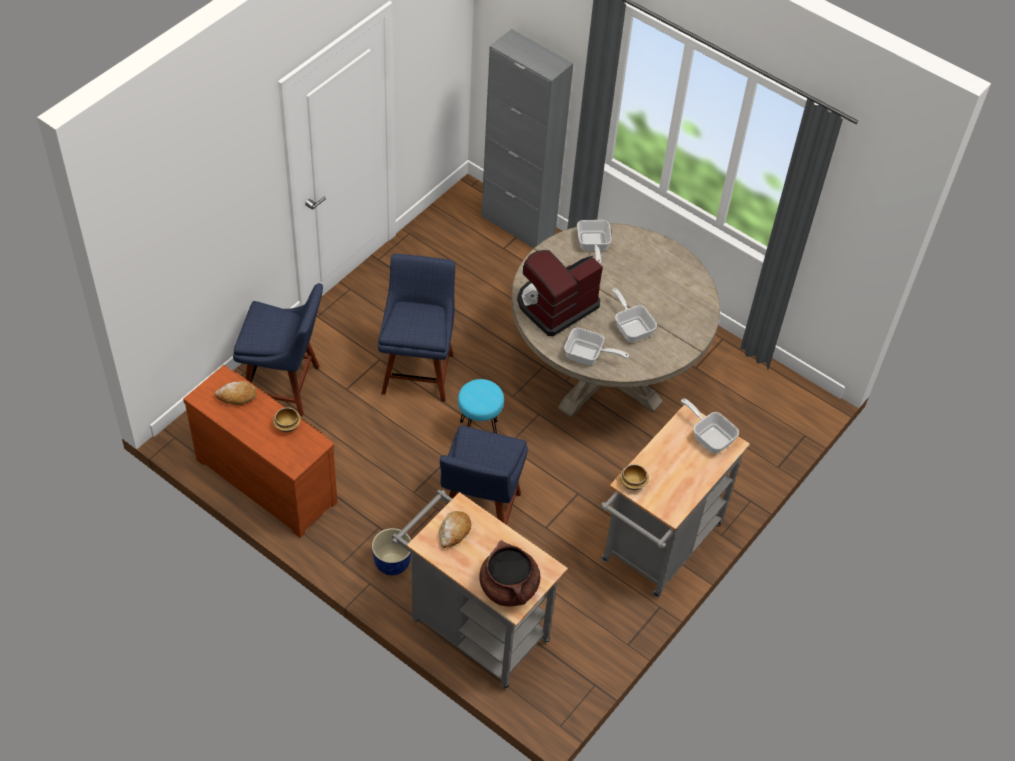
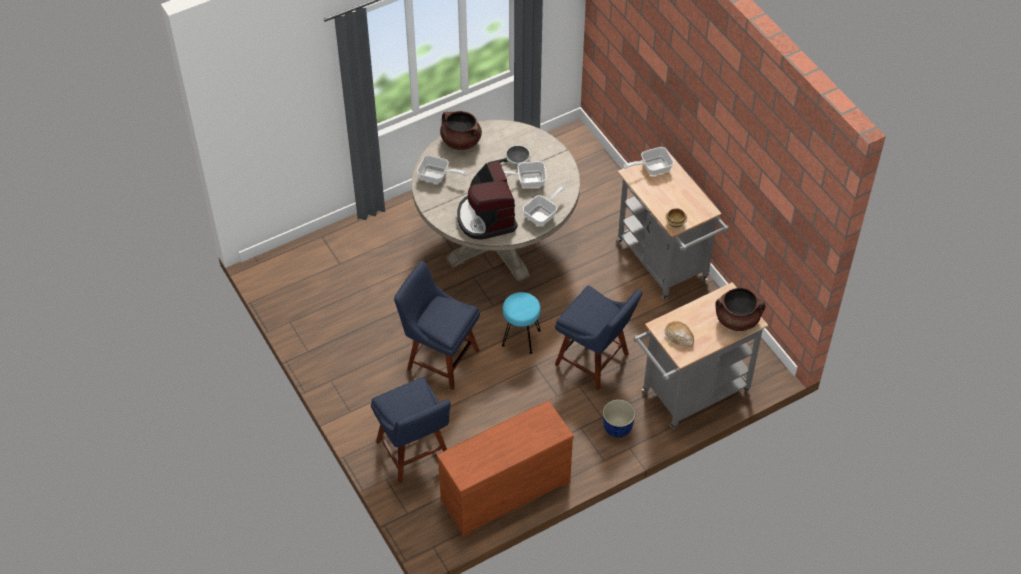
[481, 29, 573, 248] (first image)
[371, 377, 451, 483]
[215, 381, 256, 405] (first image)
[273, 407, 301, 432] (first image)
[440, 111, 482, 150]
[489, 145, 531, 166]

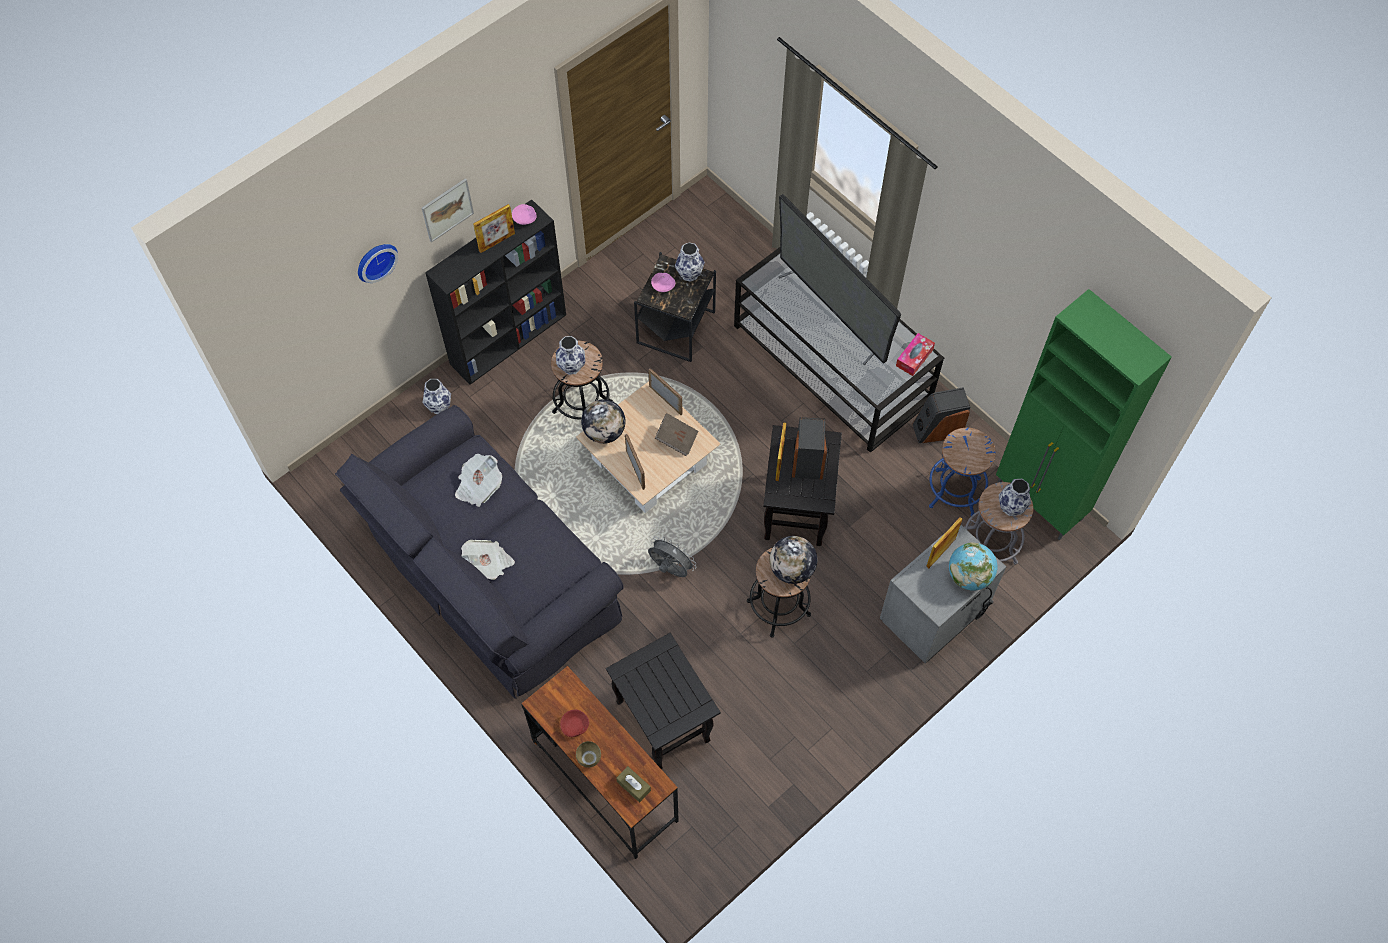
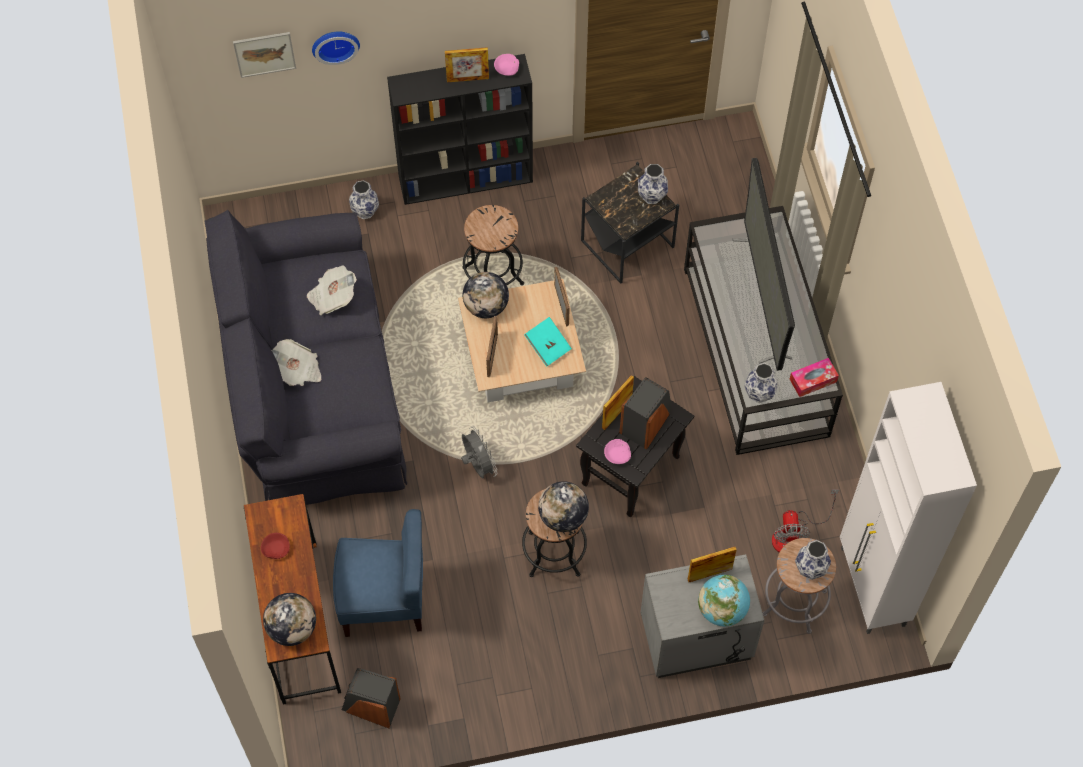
[233, 32, 296, 78]
[604, 439, 631, 464]
[840, 382, 977, 634]
[744, 363, 778, 403]
[342, 668, 401, 729]
[524, 317, 572, 367]
[772, 489, 839, 553]
[333, 509, 423, 637]
[576, 741, 601, 768] (first image)
[263, 593, 316, 646]

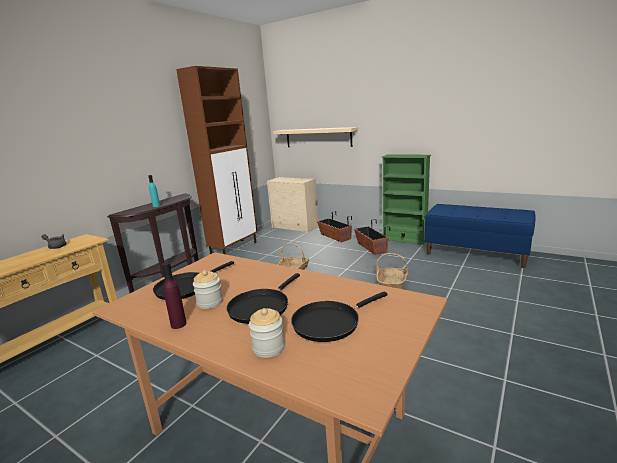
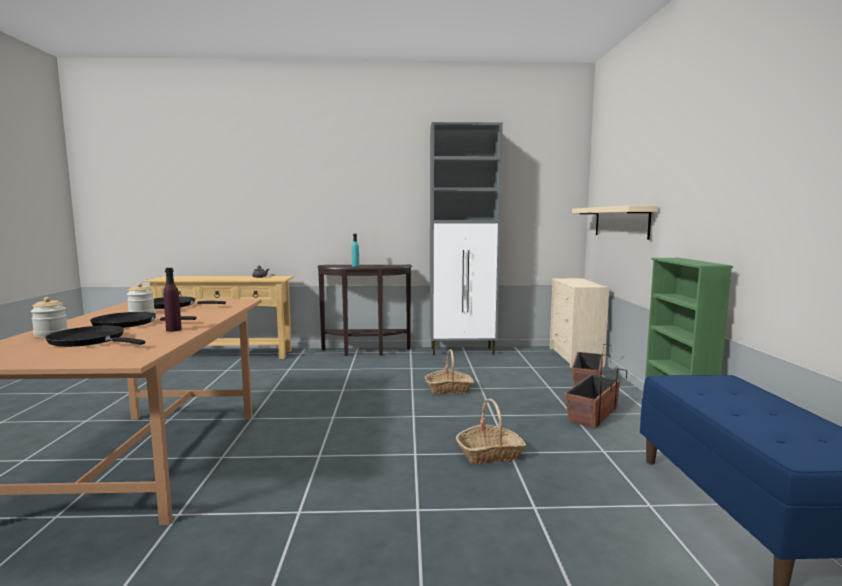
[430, 122, 503, 355]
[163, 268, 182, 332]

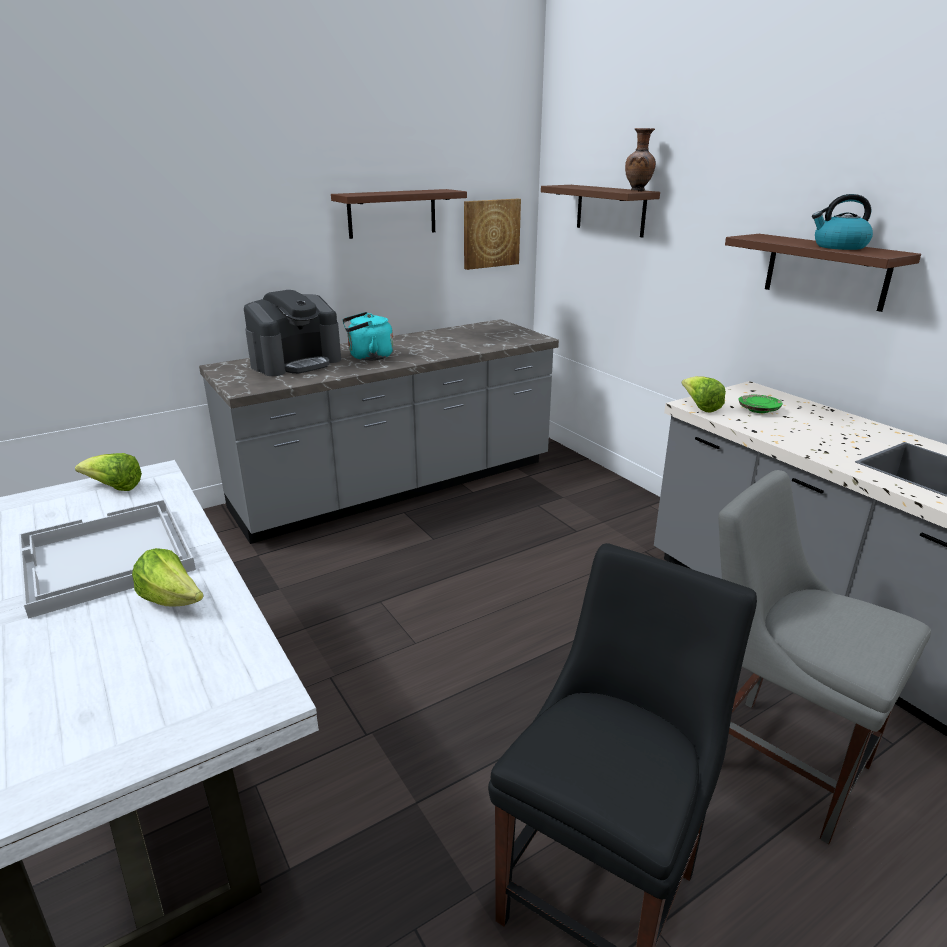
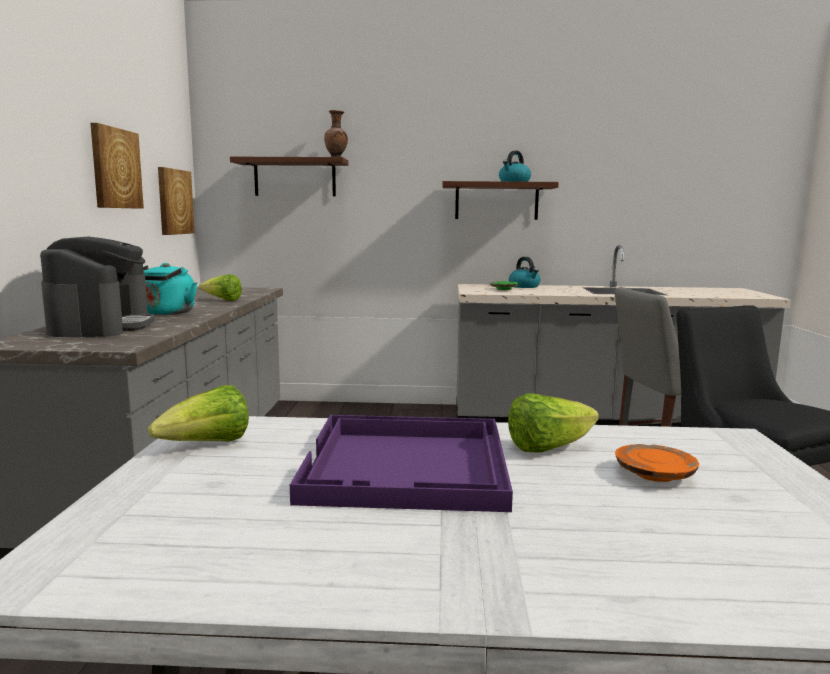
[91, 123, 144, 209]
[199, 274, 242, 301]
[290, 415, 513, 512]
[509, 257, 541, 288]
[615, 444, 699, 482]

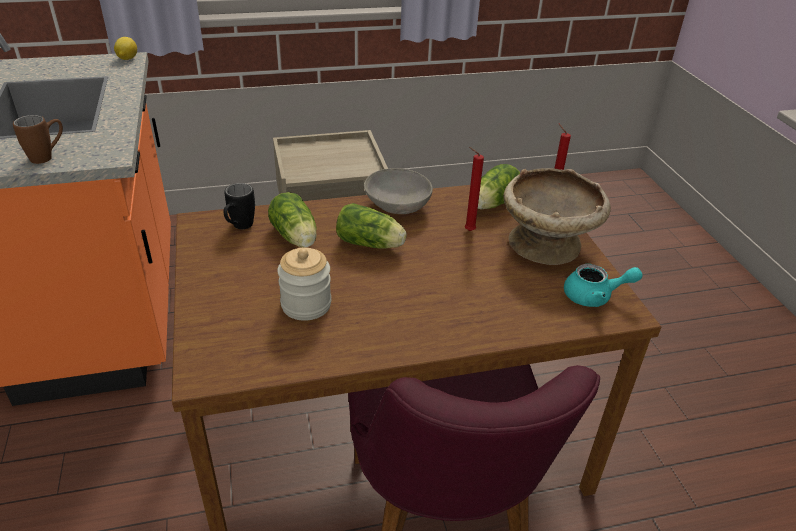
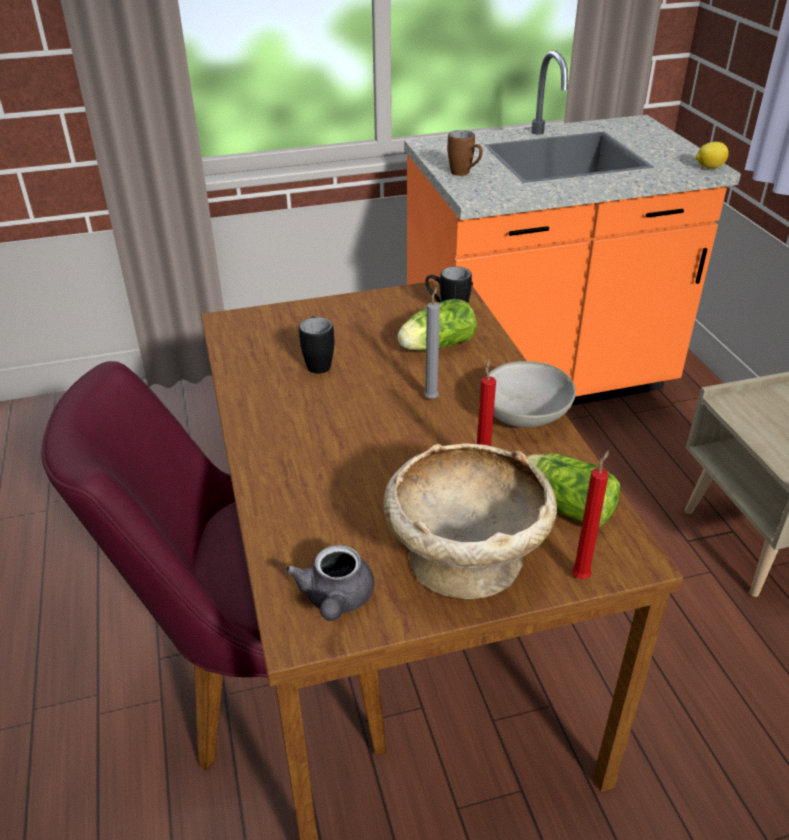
[424, 287, 440, 399]
[299, 316, 334, 374]
[285, 545, 374, 621]

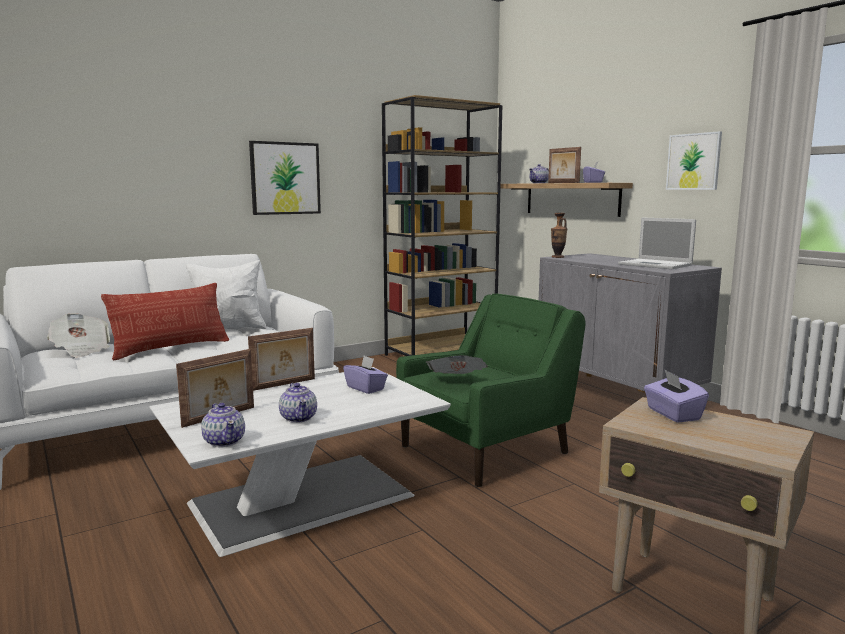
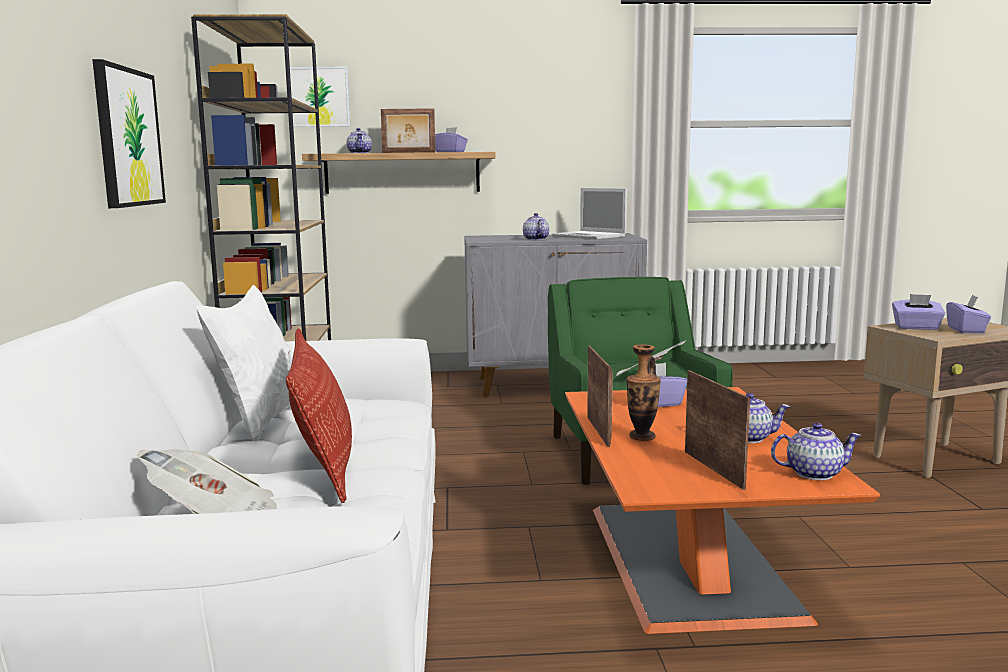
[290, 67, 350, 127]
[626, 344, 661, 441]
[552, 188, 627, 239]
[565, 387, 880, 634]
[523, 213, 549, 240]
[946, 294, 991, 333]

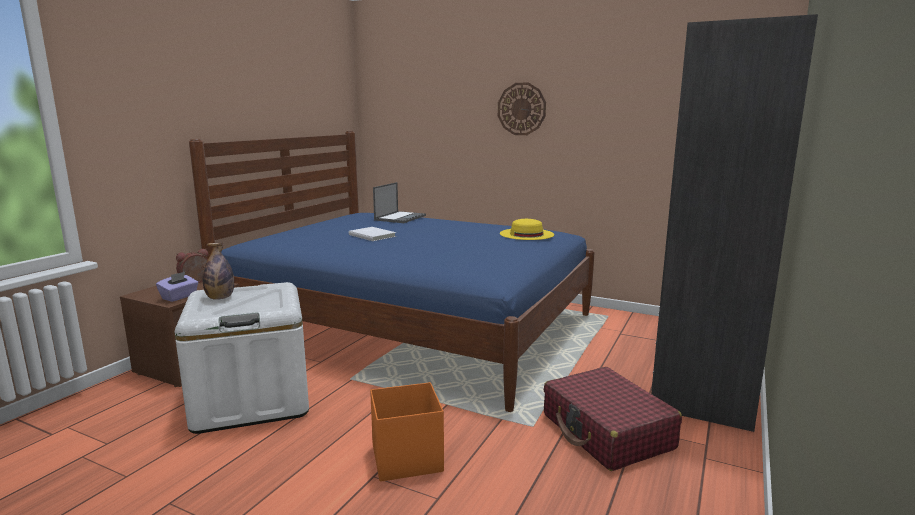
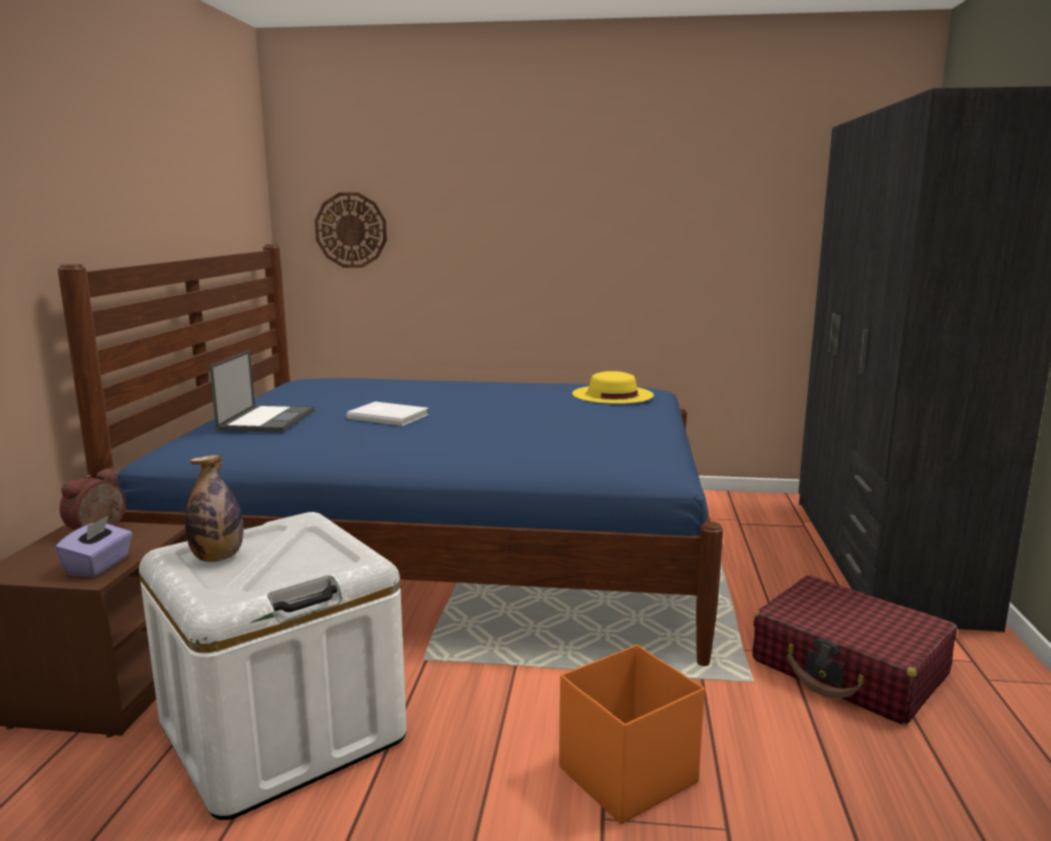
[315, 192, 387, 268]
[209, 350, 315, 433]

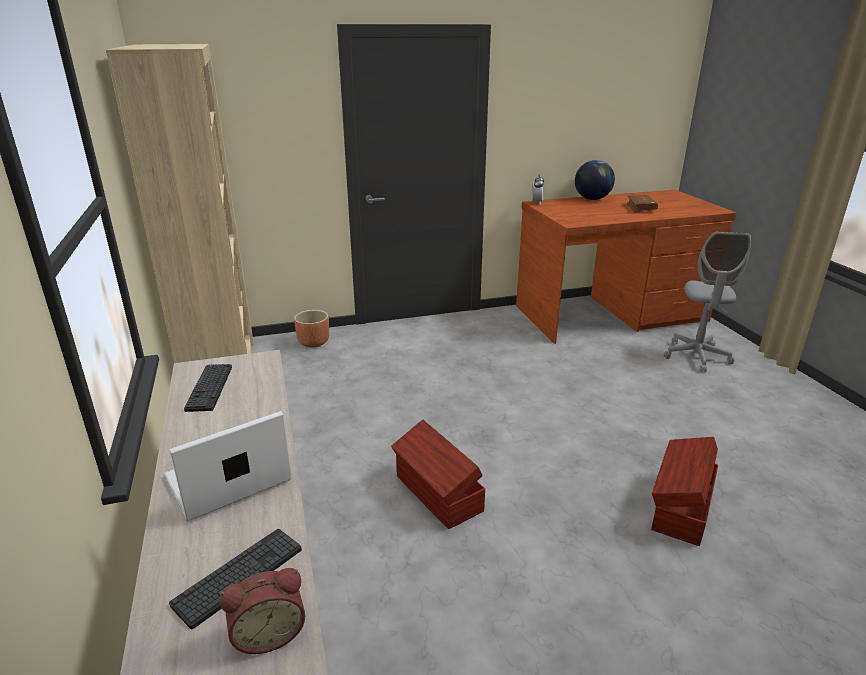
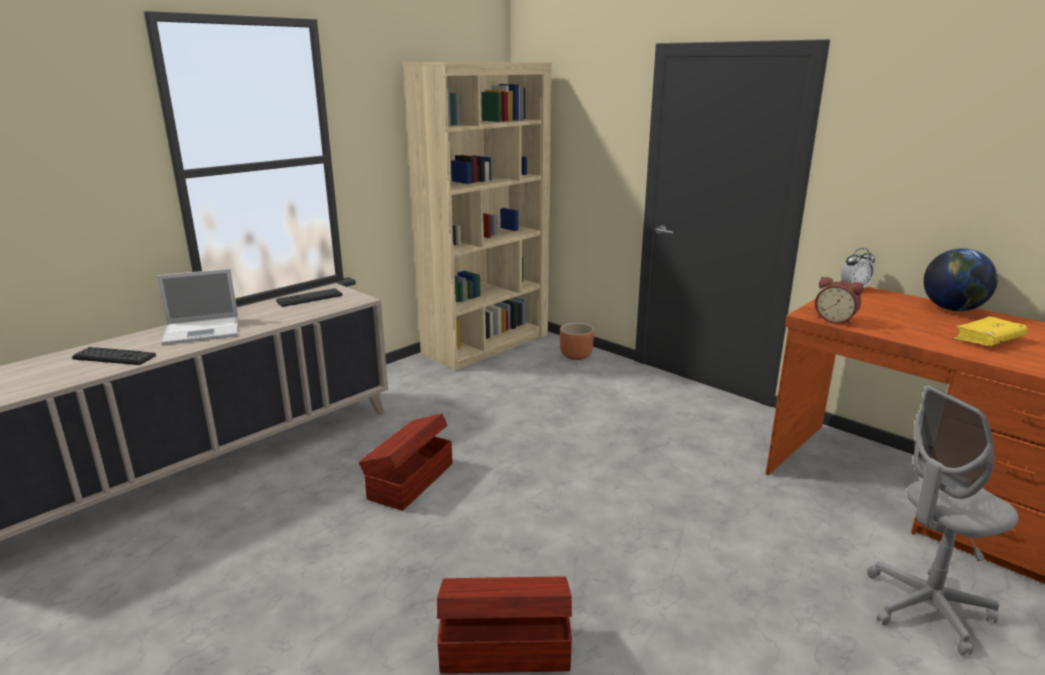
[954, 316, 1028, 346]
[157, 269, 239, 345]
[815, 277, 863, 325]

